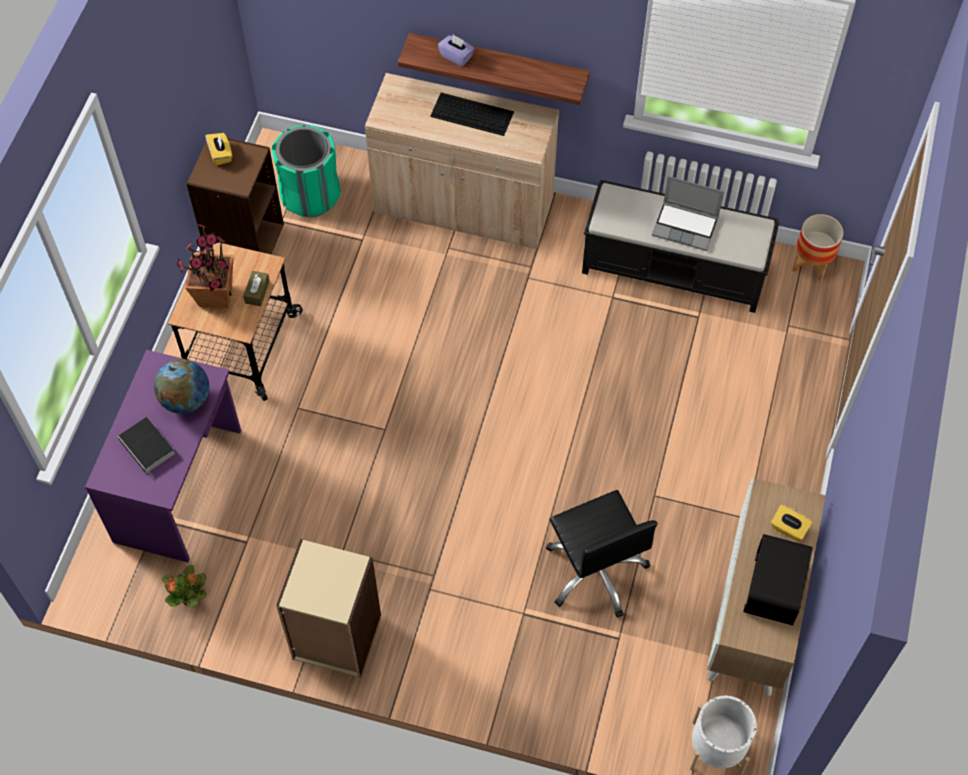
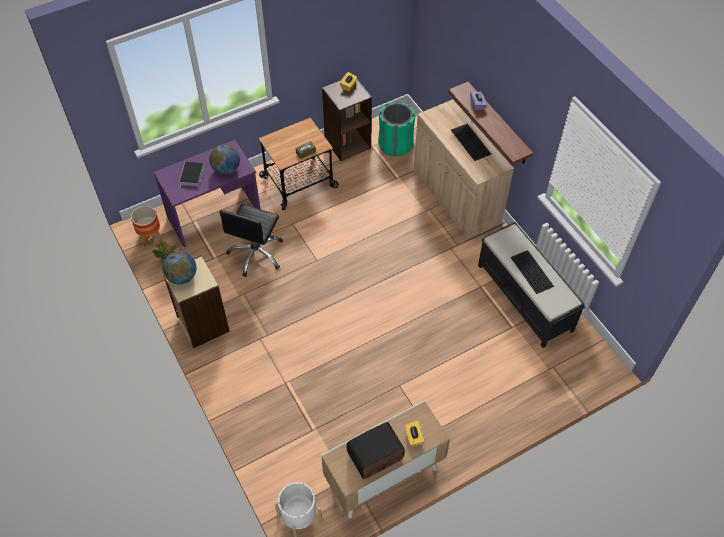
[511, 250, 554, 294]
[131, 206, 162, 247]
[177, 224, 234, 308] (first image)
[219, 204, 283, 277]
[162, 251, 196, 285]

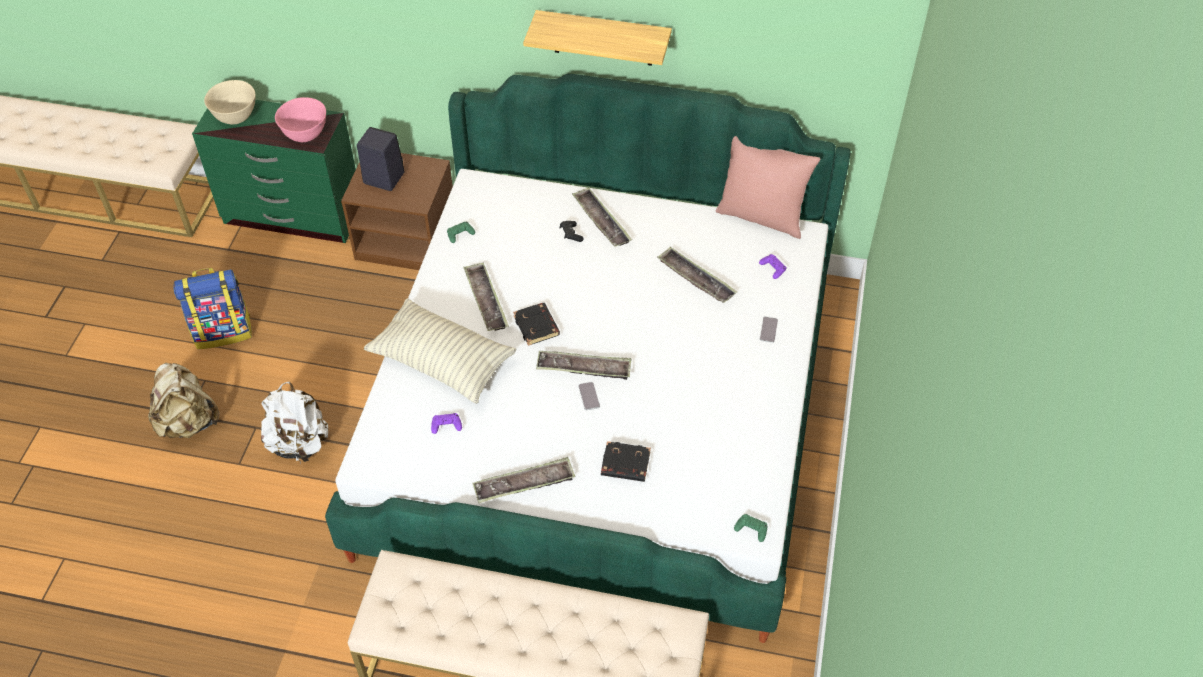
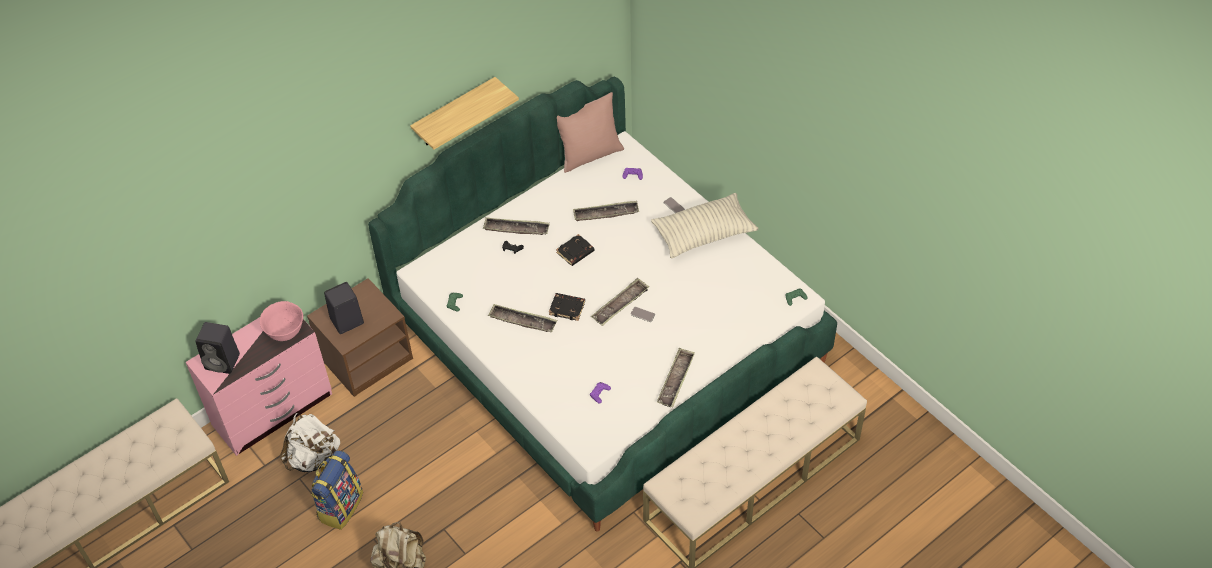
[196, 322, 240, 374]
[186, 301, 332, 456]
[651, 193, 758, 259]
[280, 413, 340, 472]
[556, 234, 595, 266]

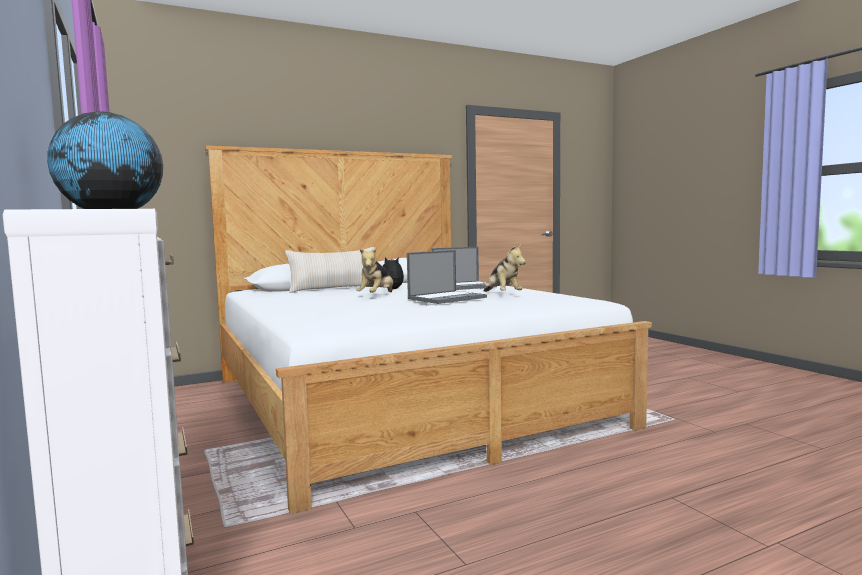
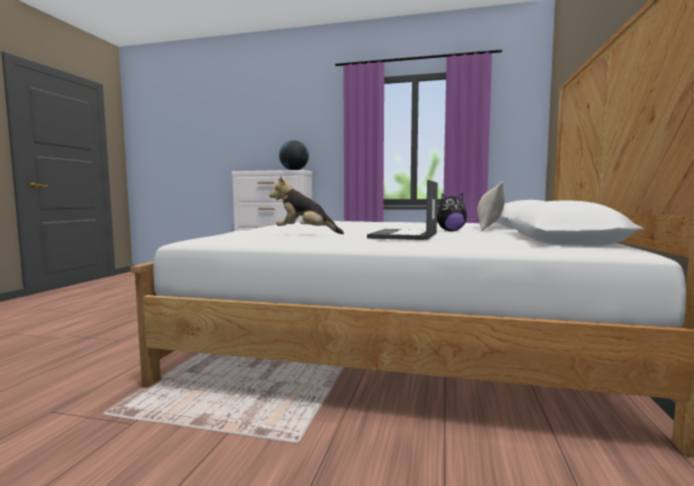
[356, 247, 393, 293] (first image)
[407, 250, 487, 304] (first image)

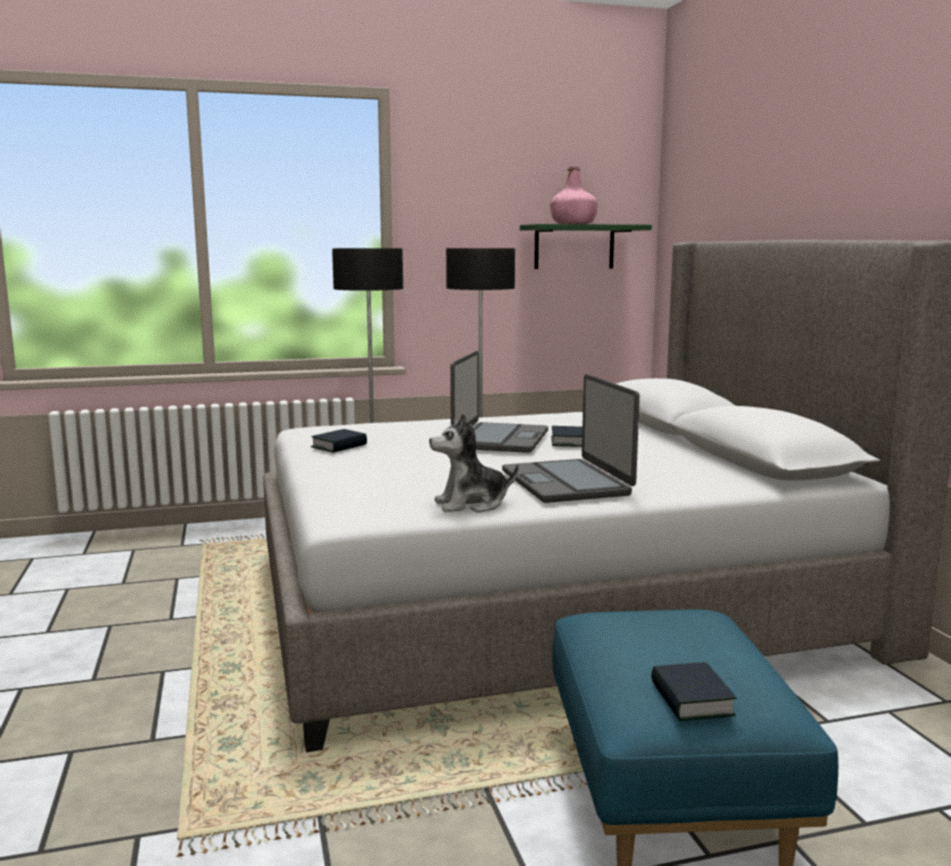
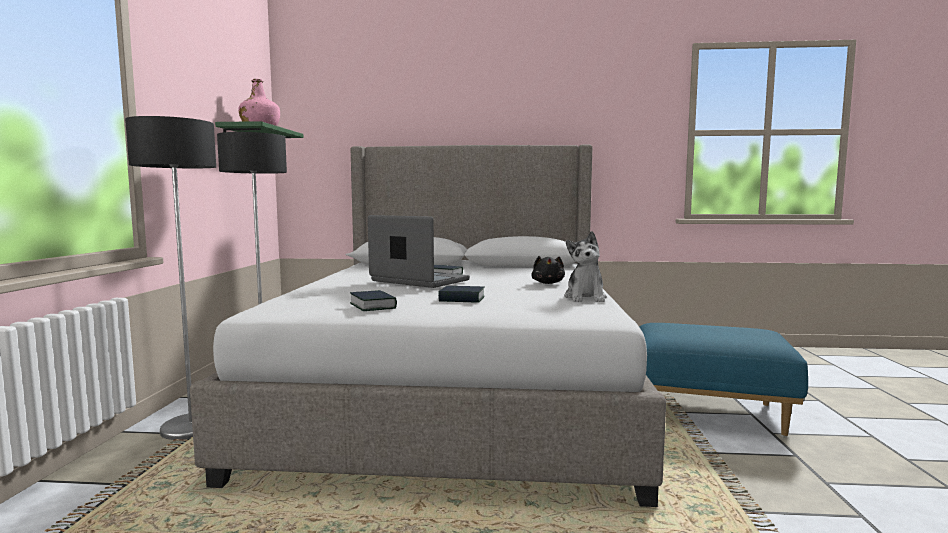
[531, 256, 565, 284]
[438, 286, 485, 303]

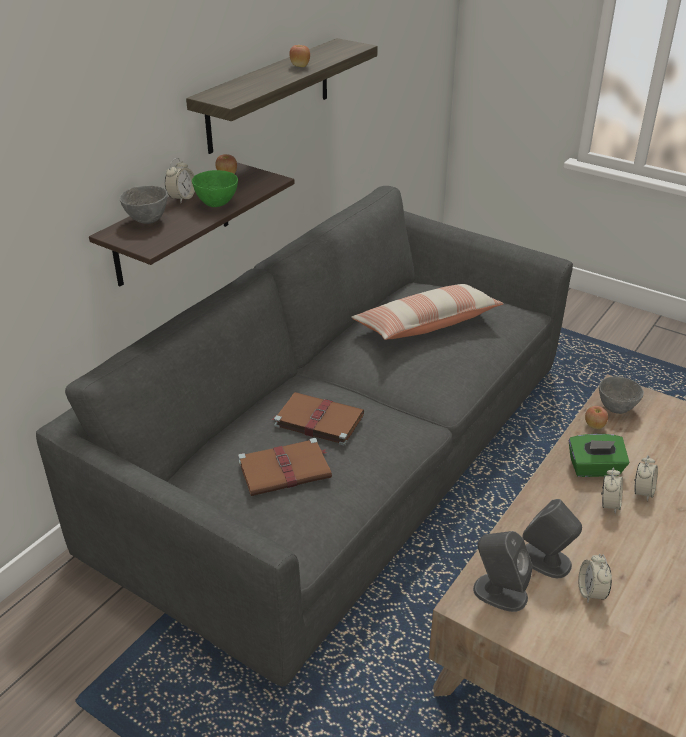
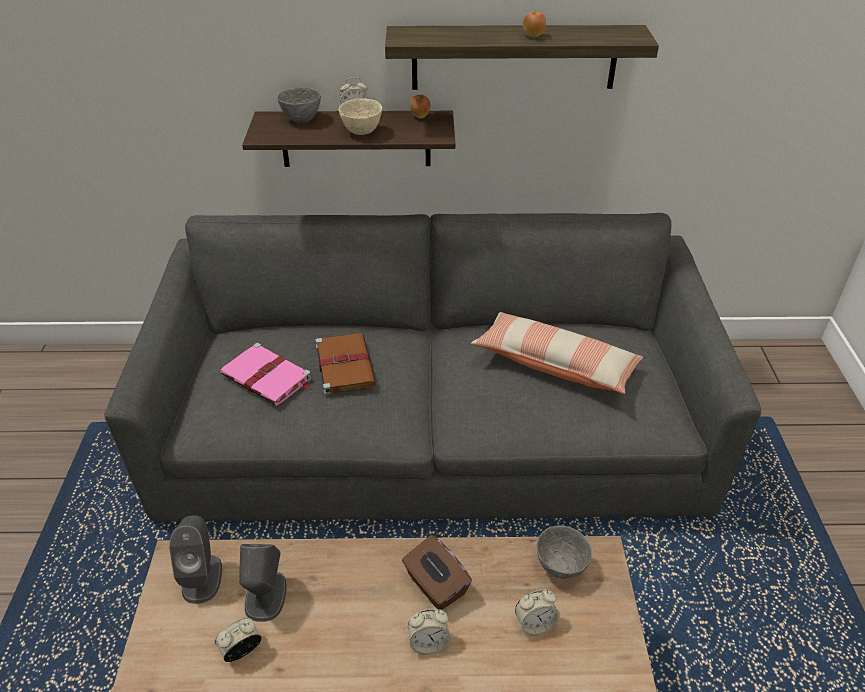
[339, 98, 382, 135]
[585, 406, 608, 429] (first image)
[402, 535, 472, 610]
[221, 343, 312, 406]
[515, 589, 560, 636]

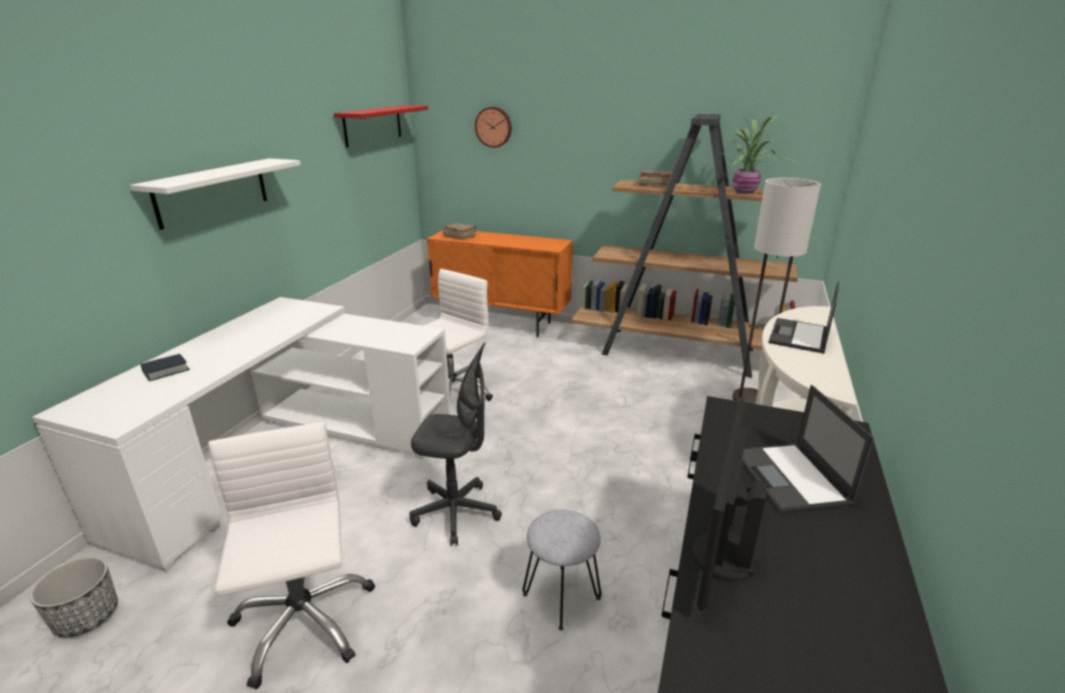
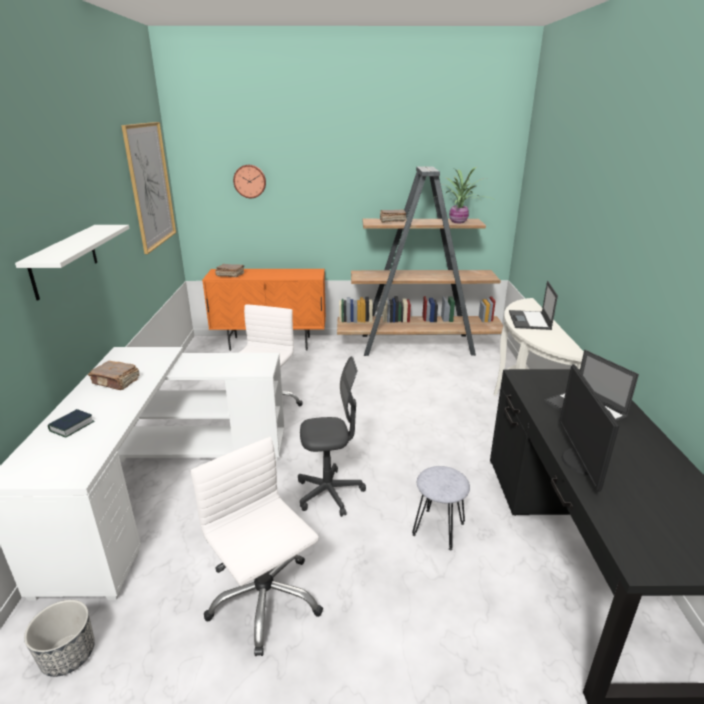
[121, 122, 176, 254]
[732, 178, 821, 404] (first image)
[88, 361, 139, 390]

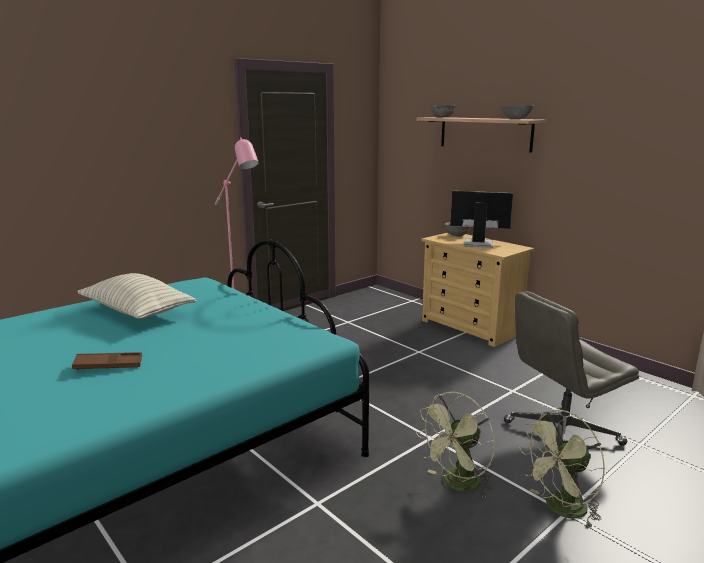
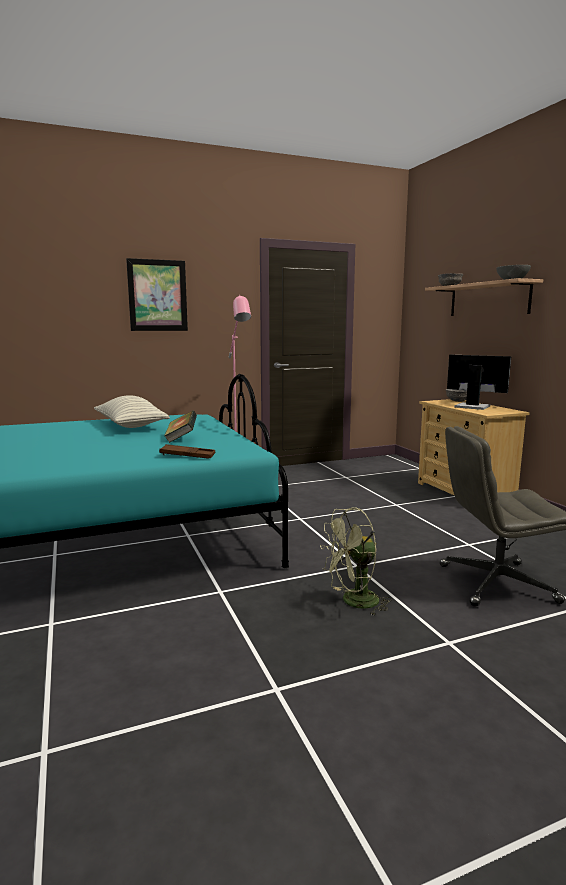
[159, 444, 215, 458]
[519, 410, 605, 527] (first image)
[126, 258, 188, 331]
[164, 411, 197, 443]

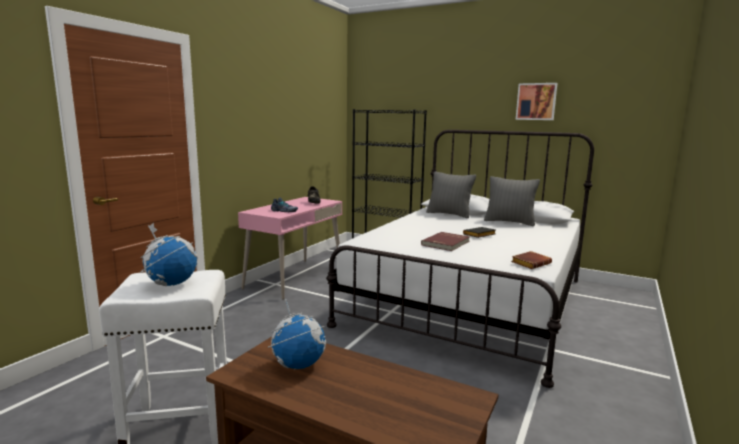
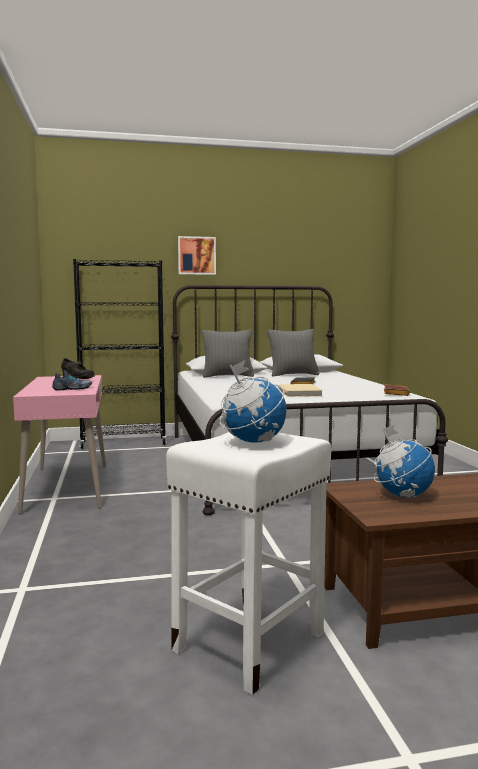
[178, 236, 216, 275]
[279, 384, 323, 397]

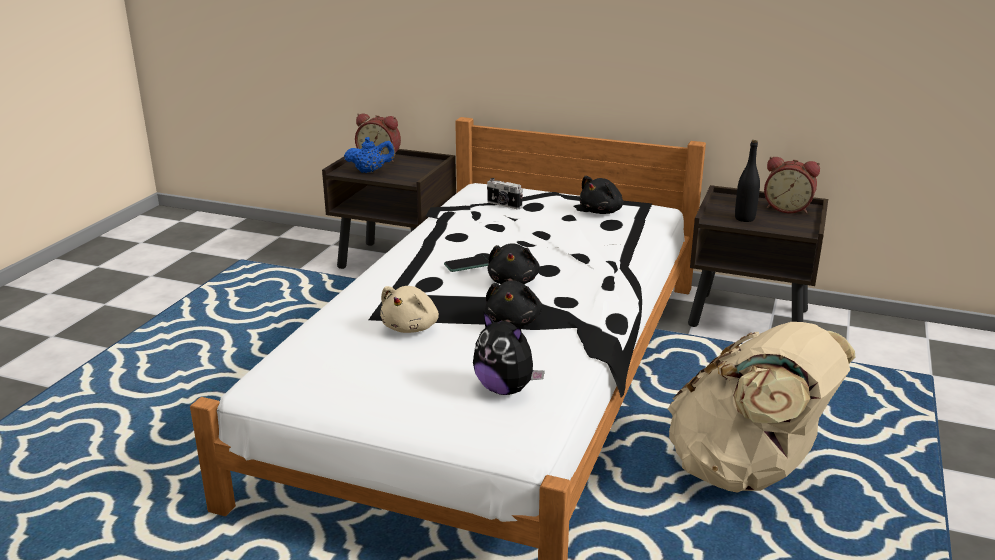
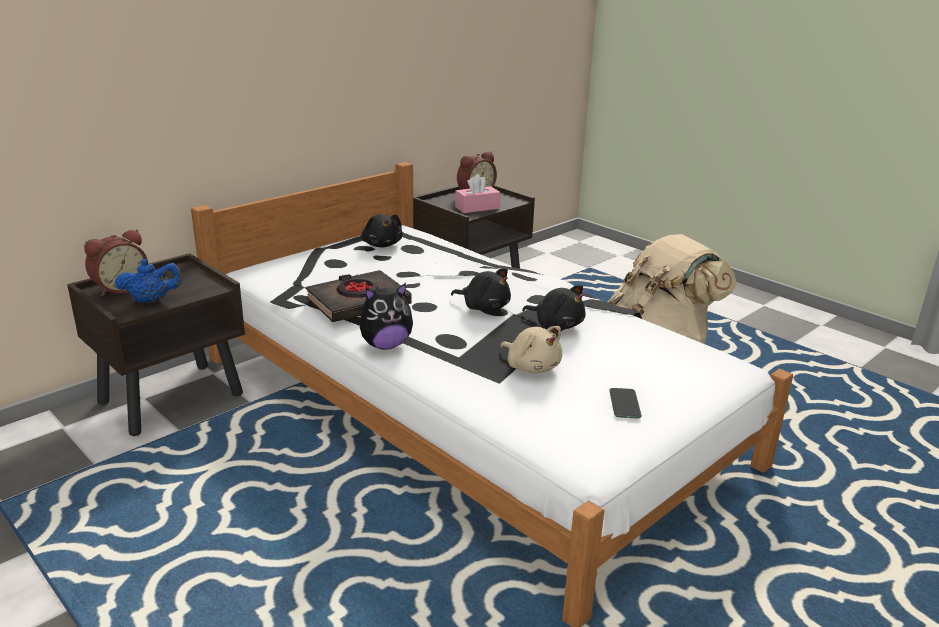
[115, 259, 182, 303]
[455, 174, 500, 213]
[487, 178, 523, 209] (first image)
[610, 388, 641, 418]
[360, 283, 413, 350]
[305, 270, 412, 322]

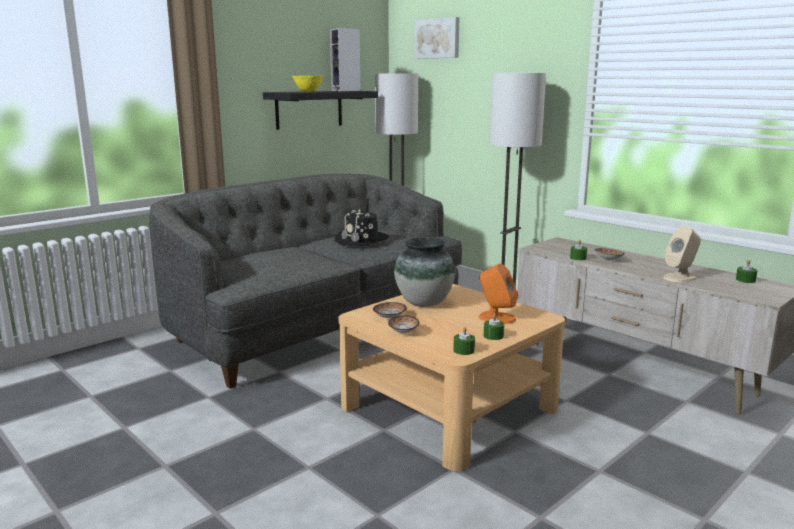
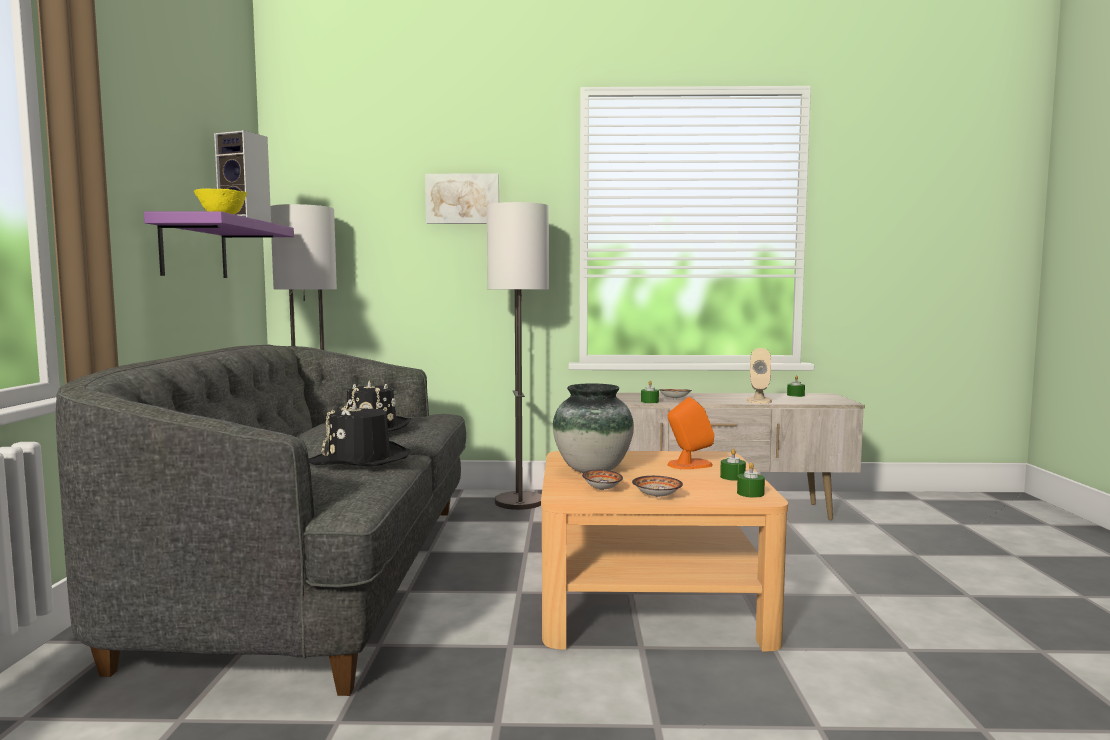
[425, 173, 499, 224]
[144, 211, 294, 278]
[309, 401, 411, 466]

